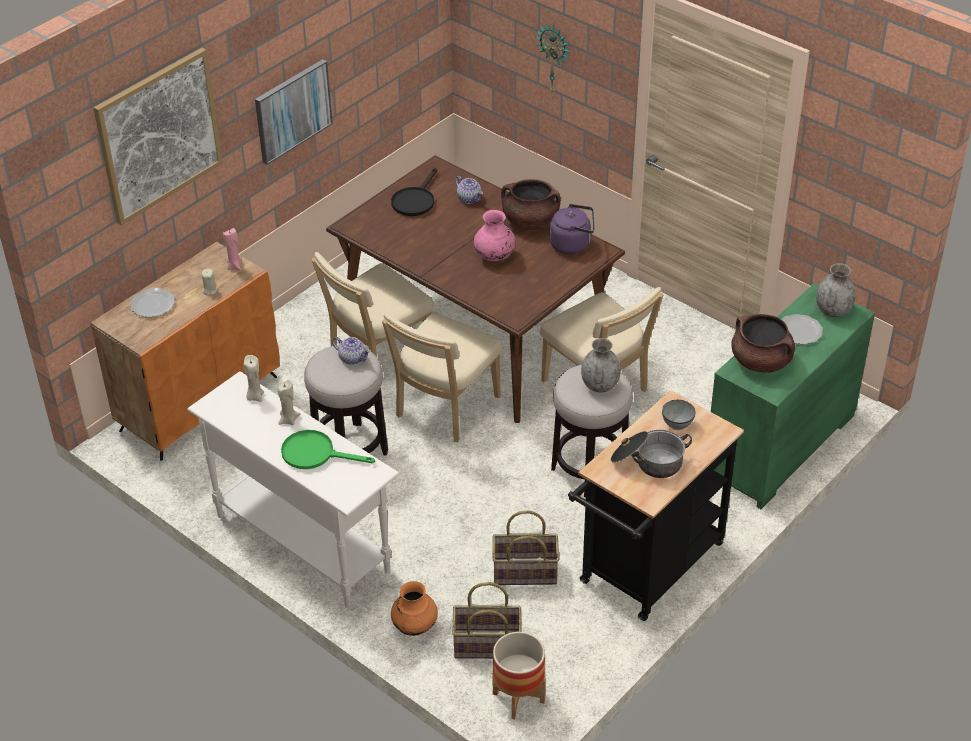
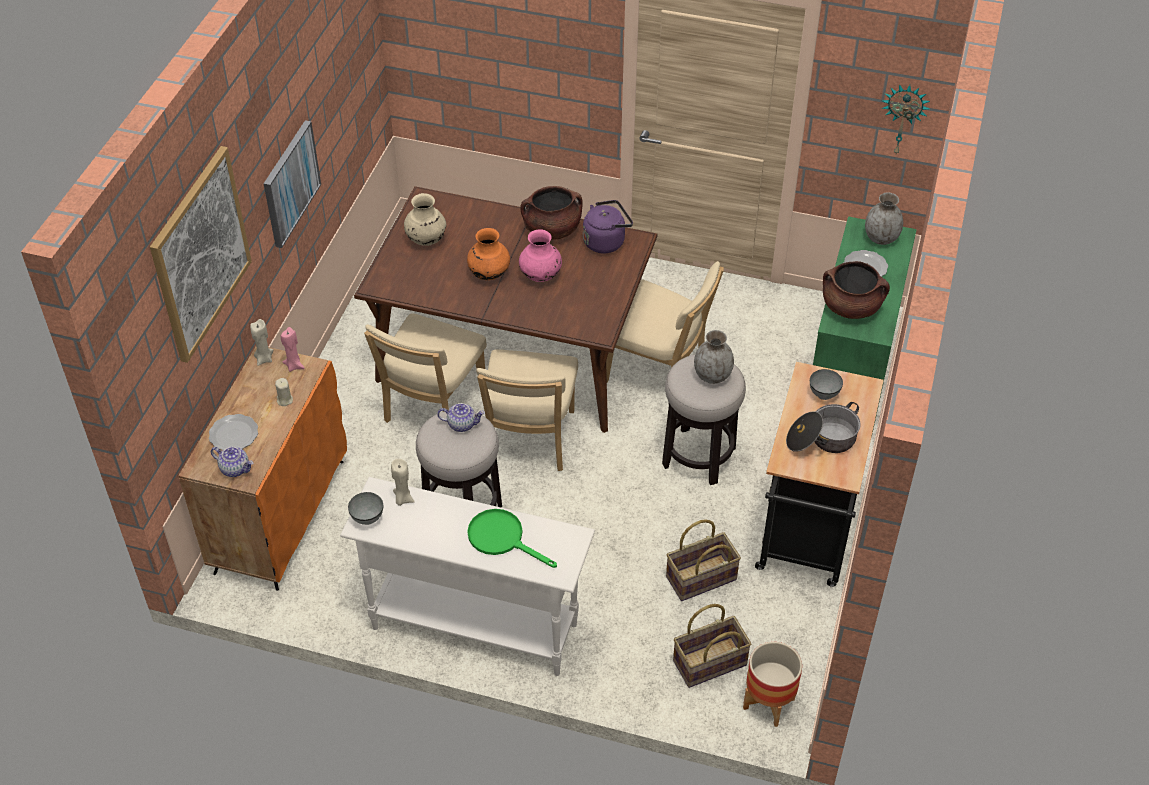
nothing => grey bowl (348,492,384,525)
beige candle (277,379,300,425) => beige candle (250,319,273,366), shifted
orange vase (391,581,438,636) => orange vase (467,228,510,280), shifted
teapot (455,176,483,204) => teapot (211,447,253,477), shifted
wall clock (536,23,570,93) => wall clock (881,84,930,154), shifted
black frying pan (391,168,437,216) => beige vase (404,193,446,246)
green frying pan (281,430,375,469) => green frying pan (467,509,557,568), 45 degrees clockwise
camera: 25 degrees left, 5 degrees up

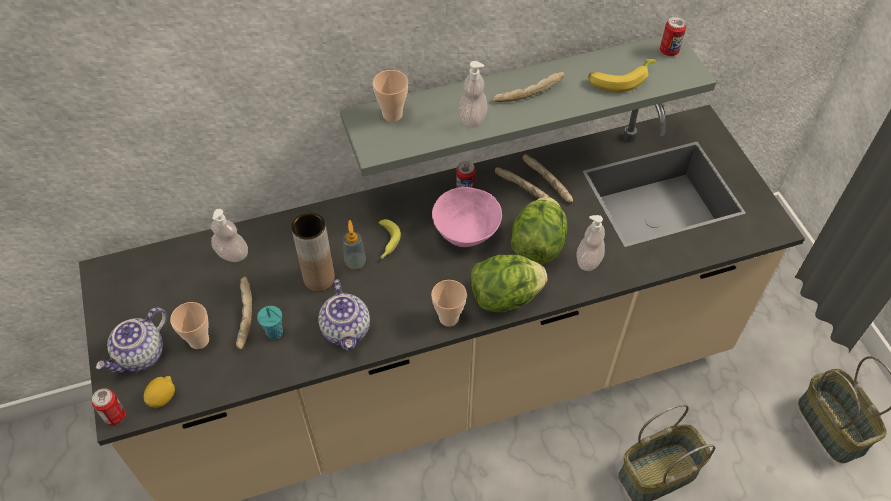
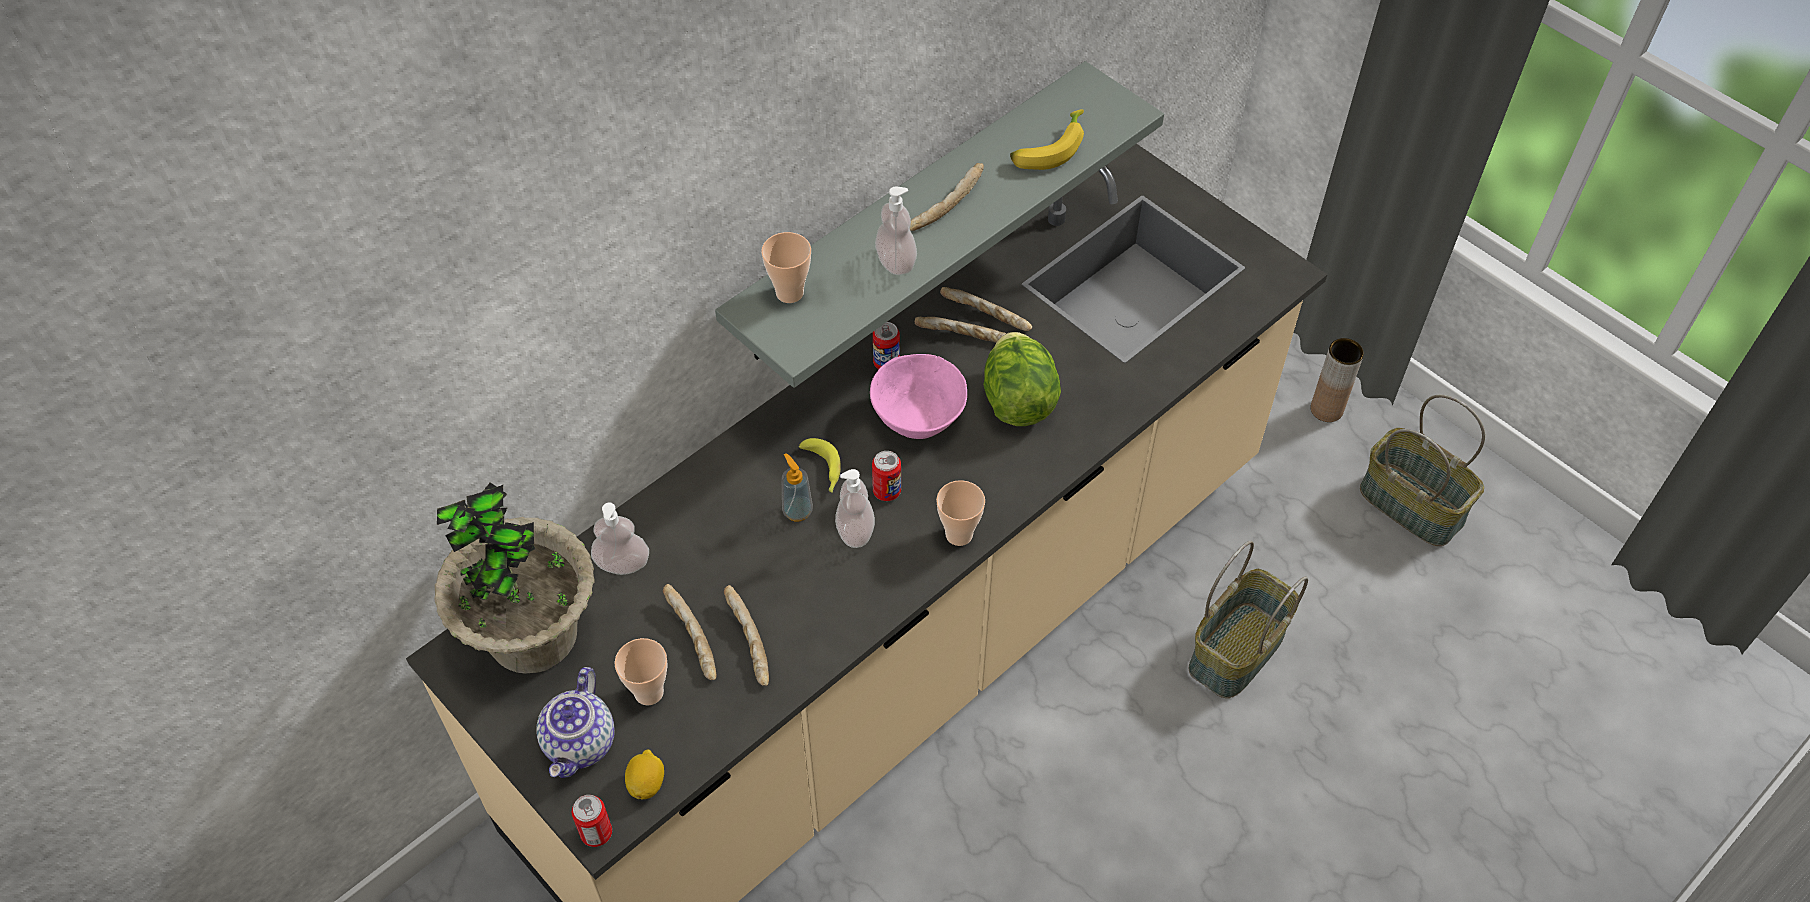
teapot (318,279,370,351) => nothing
lettuce (471,255,547,312) => nothing
nothing => potted plant (434,482,595,674)
brown vase (291,212,335,292) => brown vase (1311,338,1364,422), shifted
soap dispenser (577,215,605,271) => soap dispenser (835,469,875,548), shifted
can (660,17,686,56) => can (872,451,901,501), shifted
turquoise cup (257,306,283,340) => bread (724,585,769,686)
camera: 25 degrees left, 0 degrees up

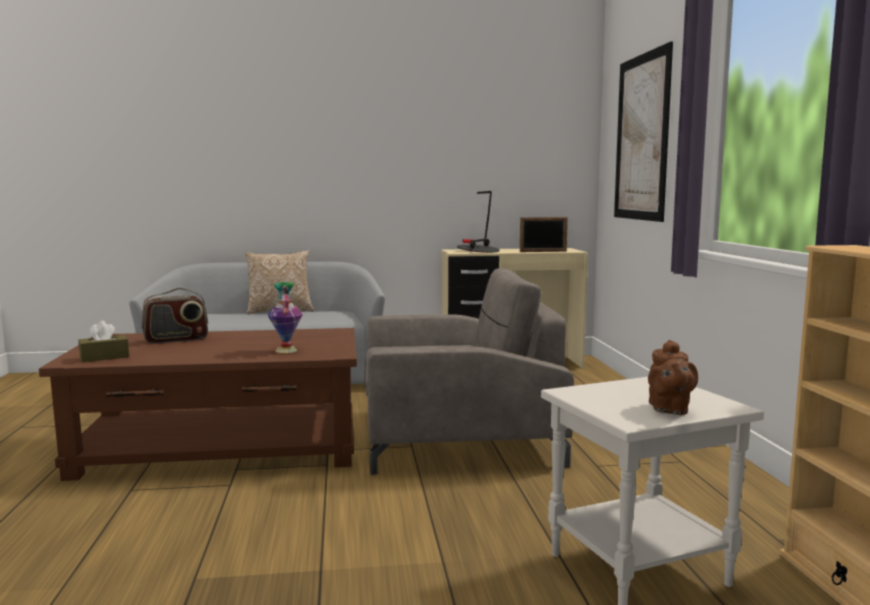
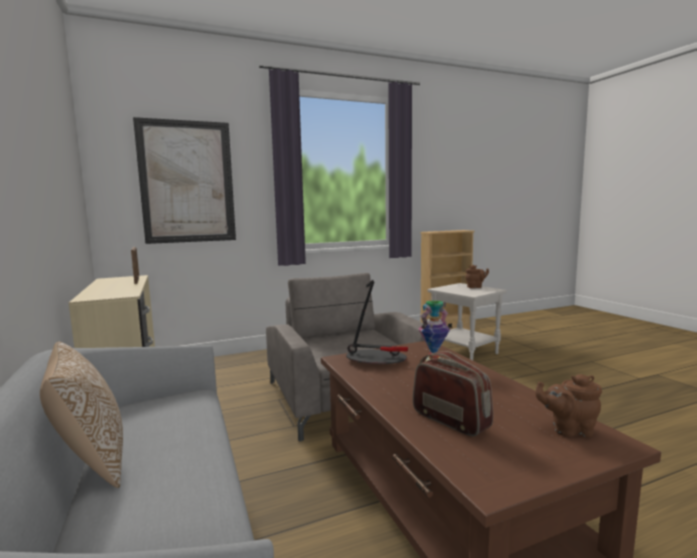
table lamp (457,191,500,253) => table lamp (346,280,408,364), shifted
brown tissue box (78,321,129,362) => brown teapot (535,374,602,437)
camera: 105 degrees left, 0 degrees up

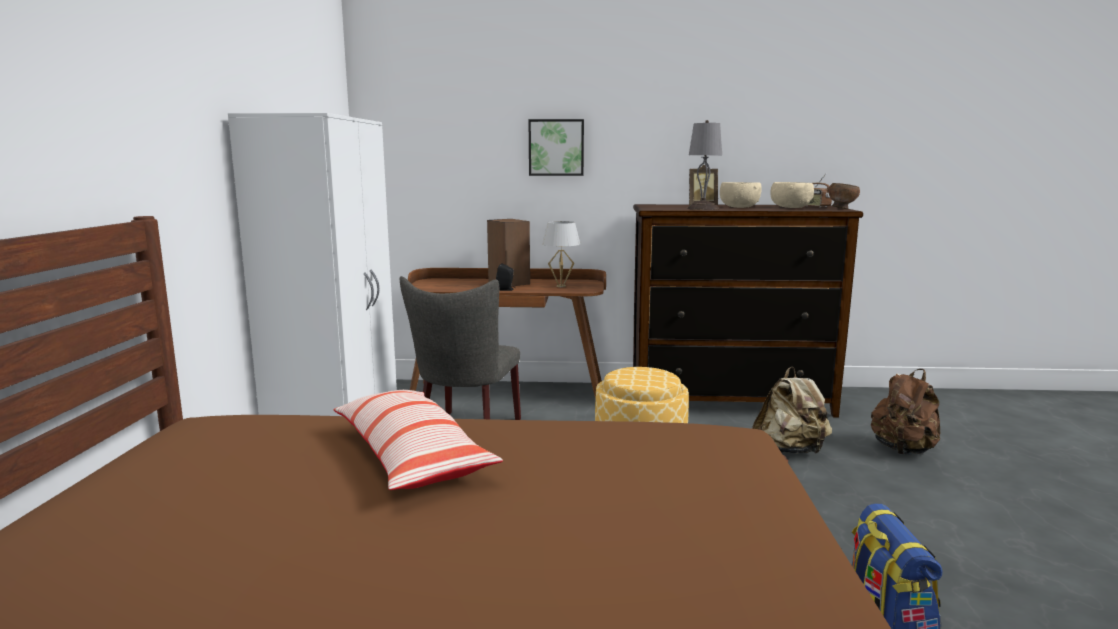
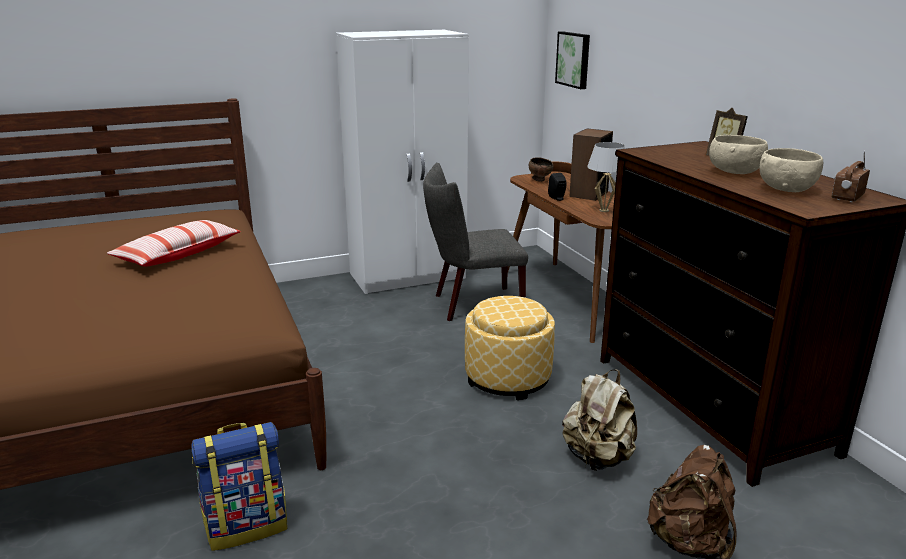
grey table lamp (687,120,722,210) => nothing
picture (529,119,584,176) => picture (555,31,590,89), shifted
brown bowl (828,183,860,209) => brown bowl (529,157,554,182), shifted
camera: 65 degrees right, 10 degrees up

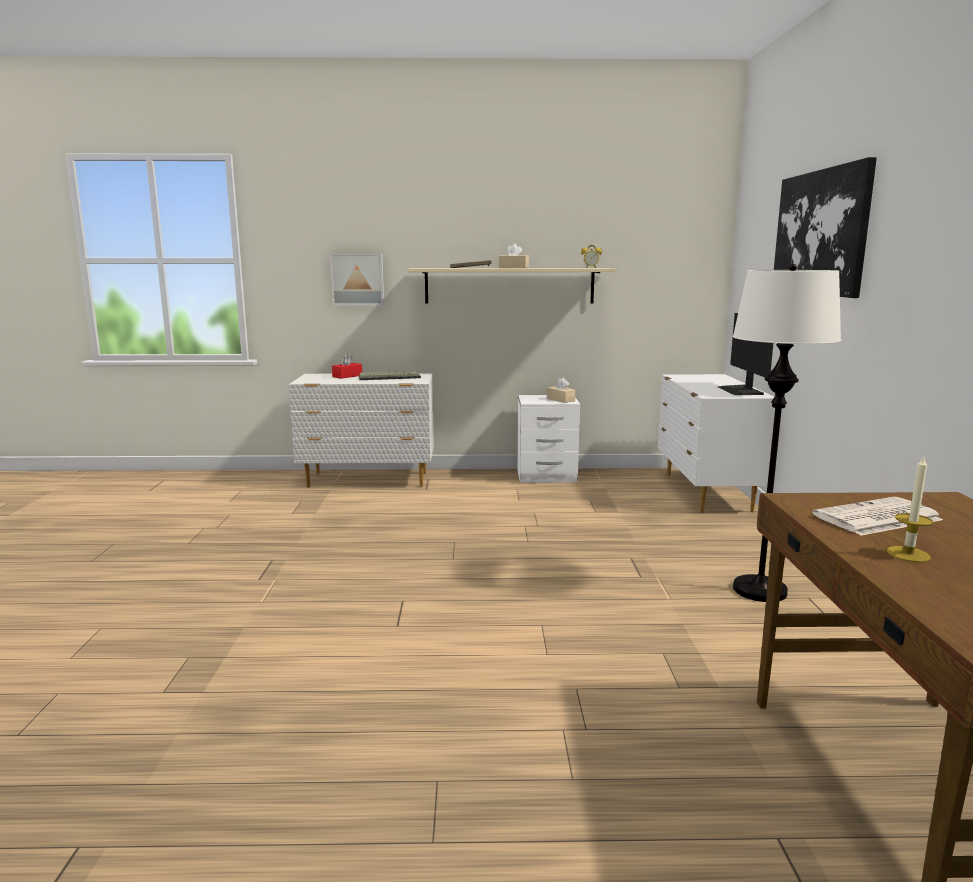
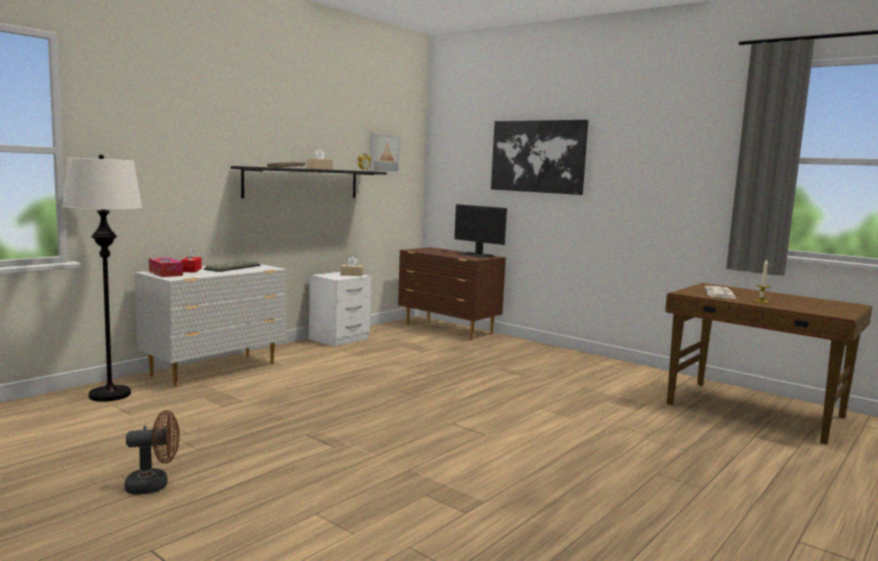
nothing => brown fan (125,410,180,495)
nothing => tissue box (149,257,183,277)
picture (330,253,384,306) => picture (370,133,401,173), shifted
white floor lamp (733,264,841,602) => white floor lamp (62,154,142,402), shifted
beige shelf (408,268,616,304) => black shelf (231,166,386,198)
white dresser (657,374,775,513) => brown dresser (398,247,506,340)
camera: 50 degrees left, 5 degrees down

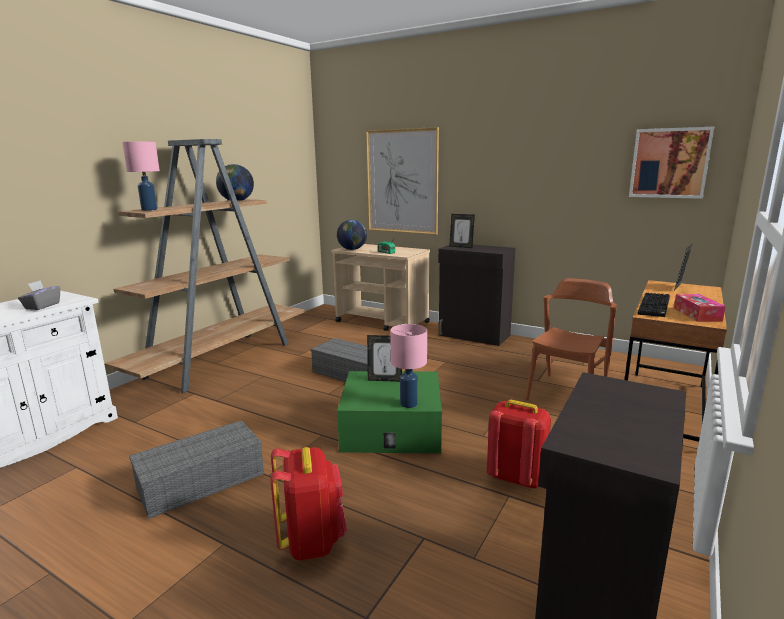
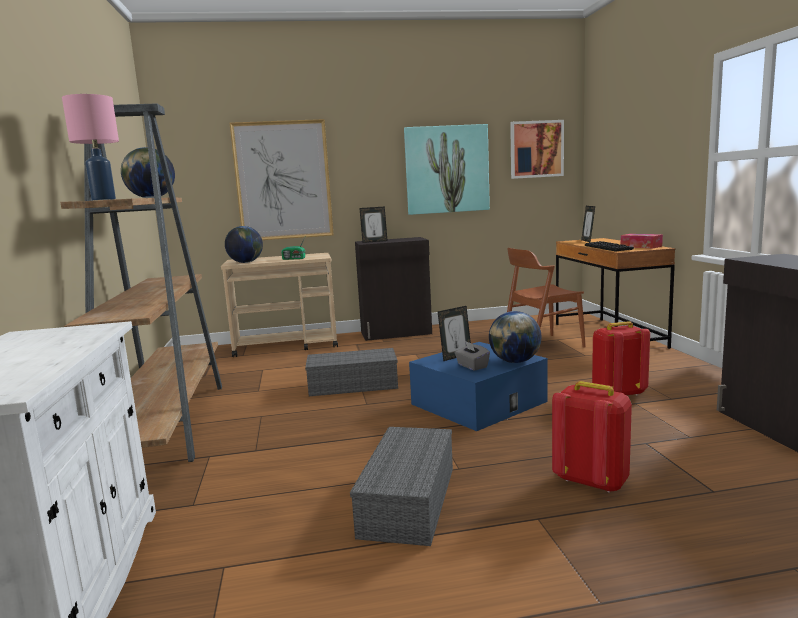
nothing => picture (404,124,490,215)
grey tissue box (18,280,60,310) => grey tissue box (455,341,490,371), shifted
pink table lamp (390,324,427,408) => globe (489,311,542,363)
green storage box (337,371,442,454) => blue storage box (409,342,547,431)
brown chair (526,278,617,400) => brown chair (507,248,586,348), 105 degrees counterclockwise
camera: 40 degrees left, 5 degrees down

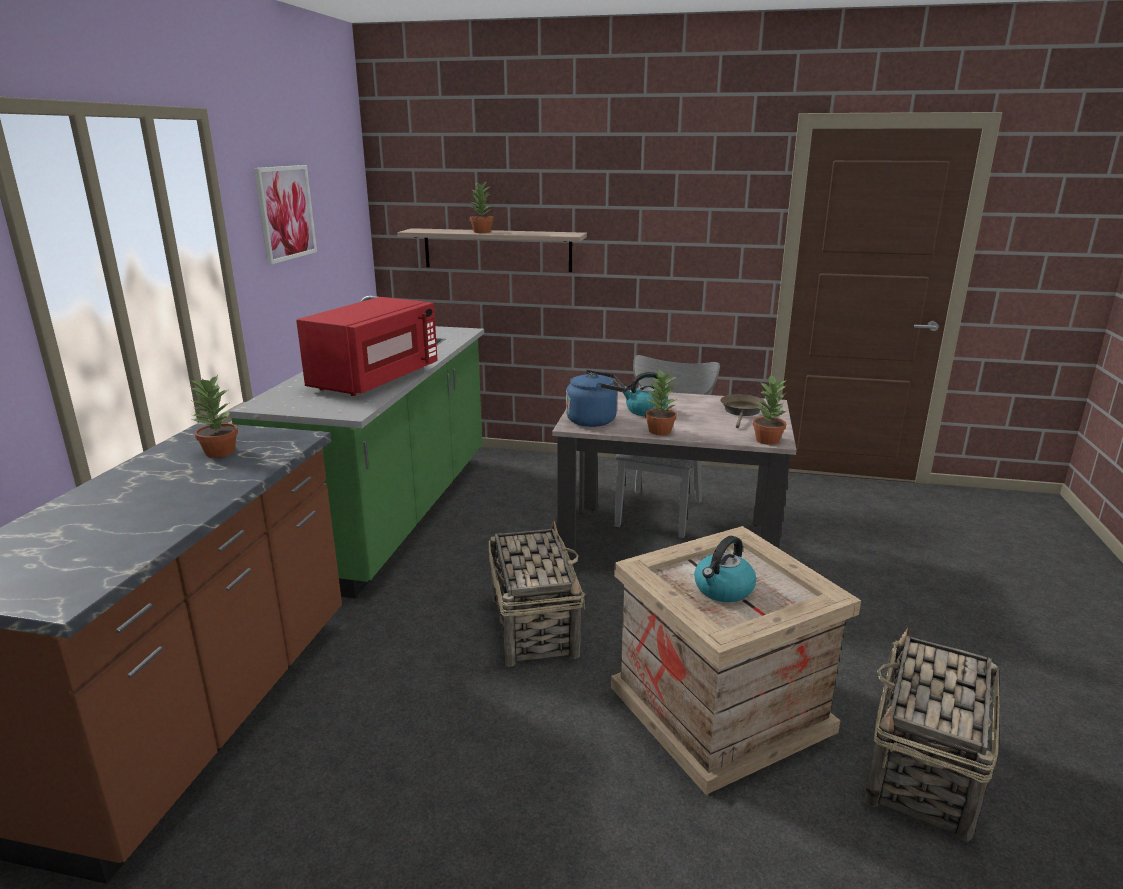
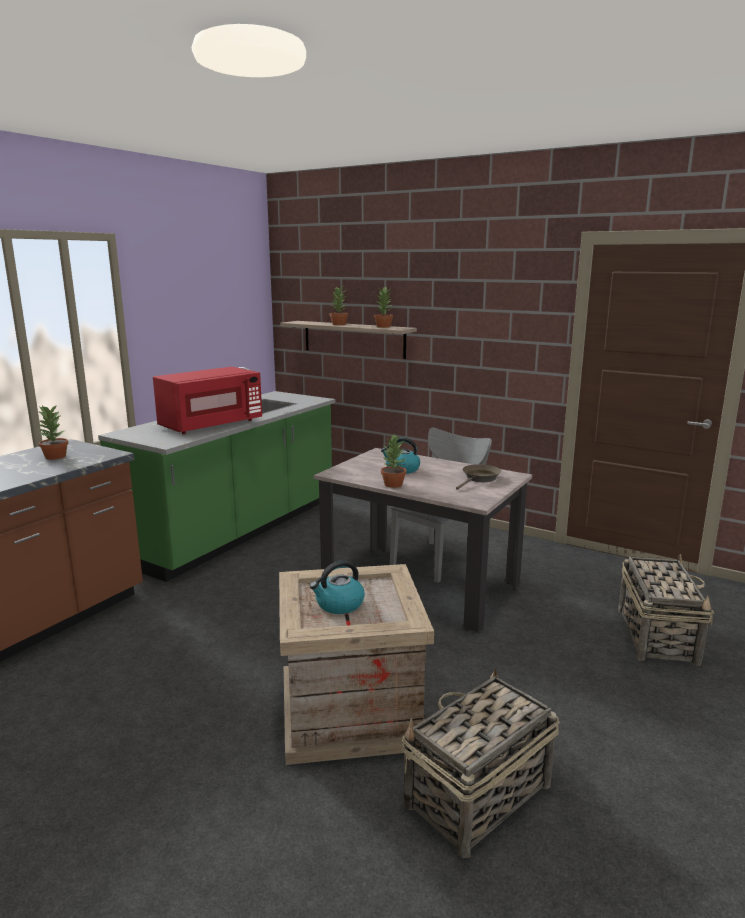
picture (254,165,317,264) => nothing
blue kettle (566,370,625,427) => nothing
basket (489,521,585,667) => basket (618,554,714,666), shifted
potted plant (753,374,787,445) => potted plant (374,286,393,328), shifted
camera: 20 degrees right, 5 degrees down

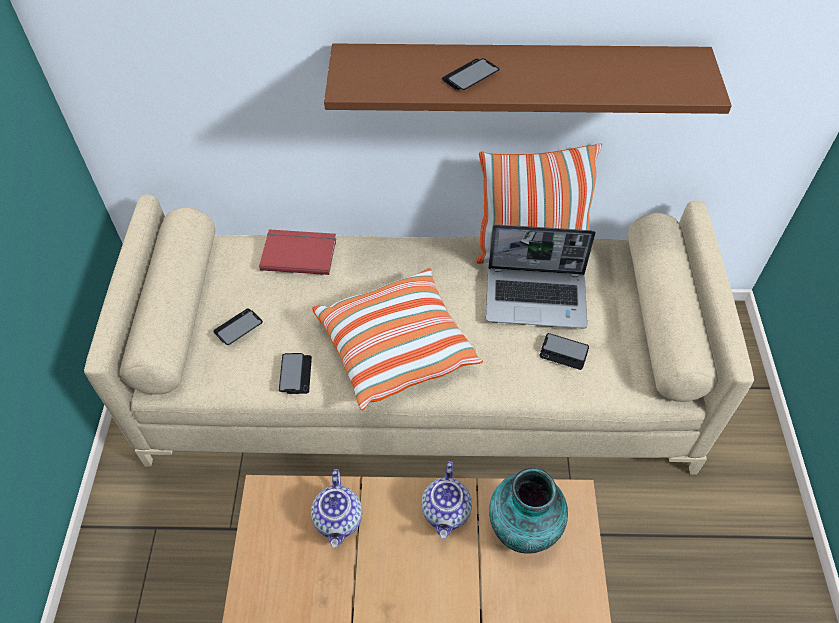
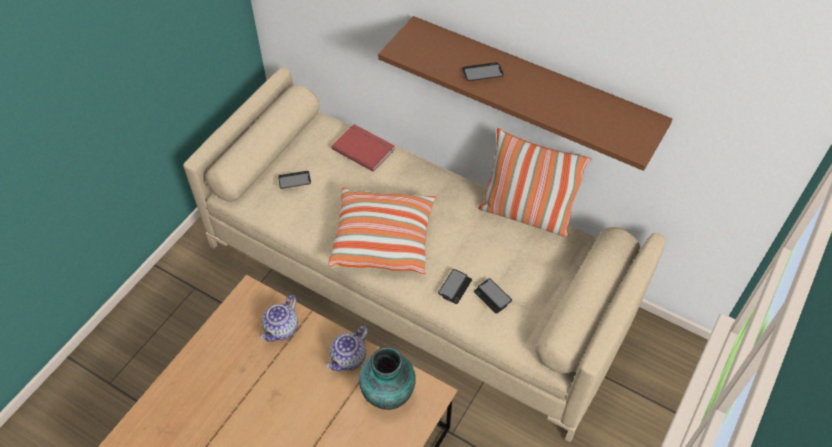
laptop (486,224,596,329) => nothing
phone (279,353,312,394) => phone (438,269,472,304), shifted
camera: 30 degrees right, 0 degrees up

